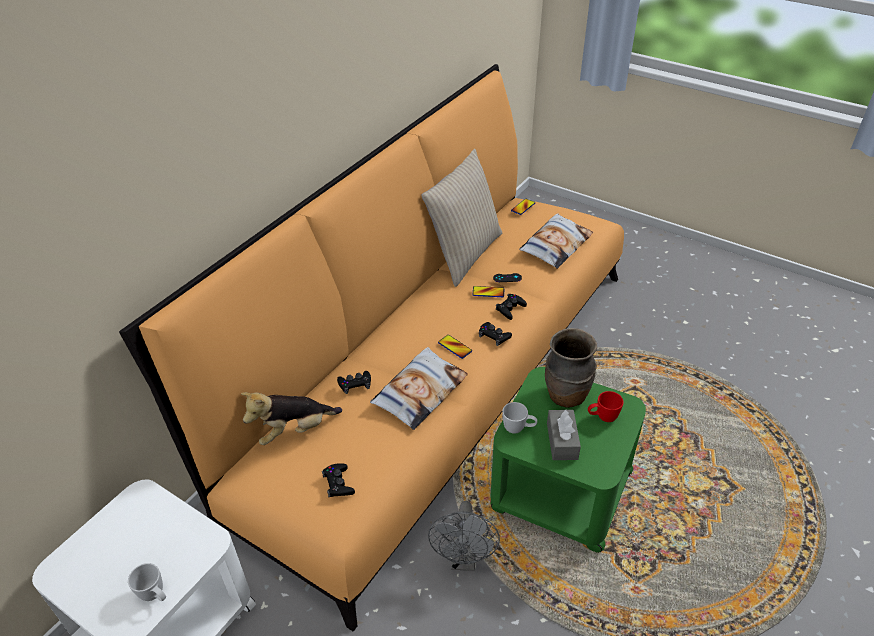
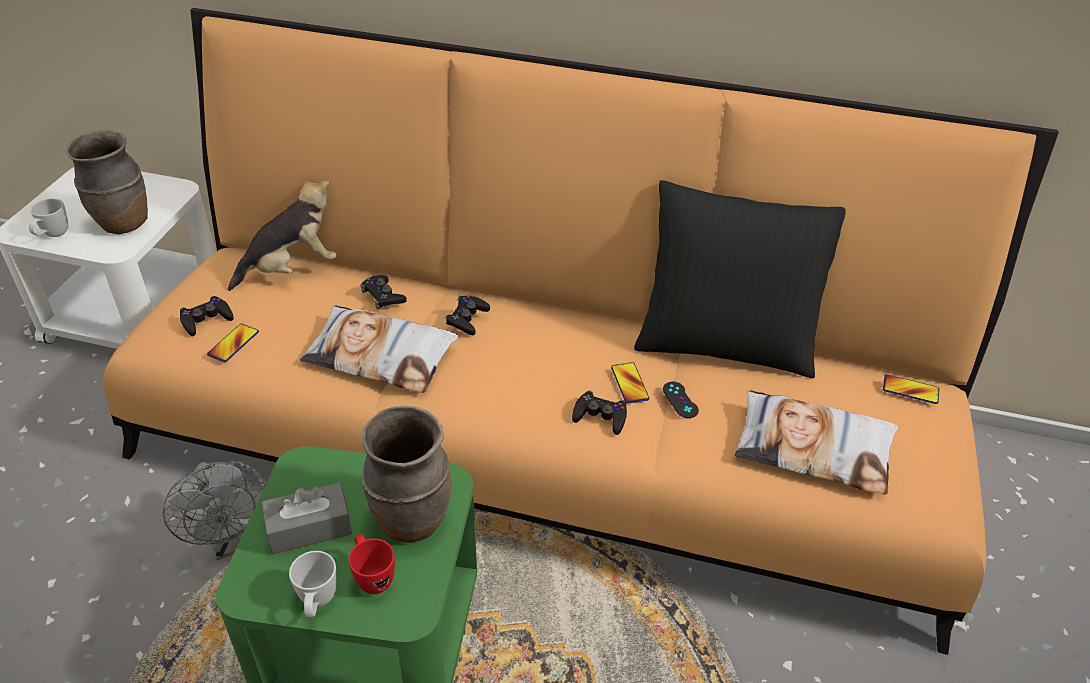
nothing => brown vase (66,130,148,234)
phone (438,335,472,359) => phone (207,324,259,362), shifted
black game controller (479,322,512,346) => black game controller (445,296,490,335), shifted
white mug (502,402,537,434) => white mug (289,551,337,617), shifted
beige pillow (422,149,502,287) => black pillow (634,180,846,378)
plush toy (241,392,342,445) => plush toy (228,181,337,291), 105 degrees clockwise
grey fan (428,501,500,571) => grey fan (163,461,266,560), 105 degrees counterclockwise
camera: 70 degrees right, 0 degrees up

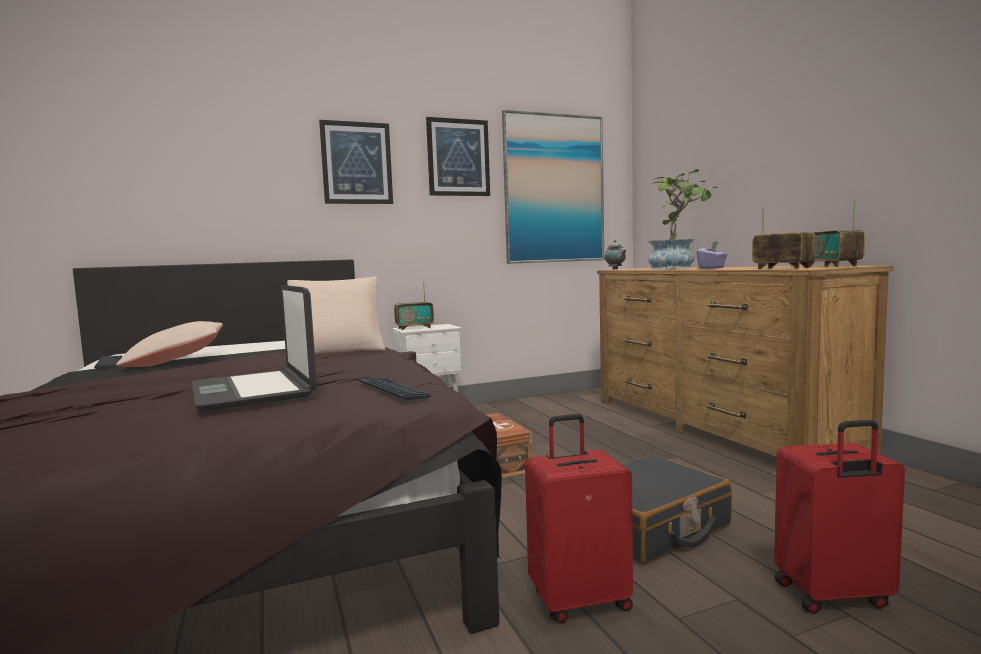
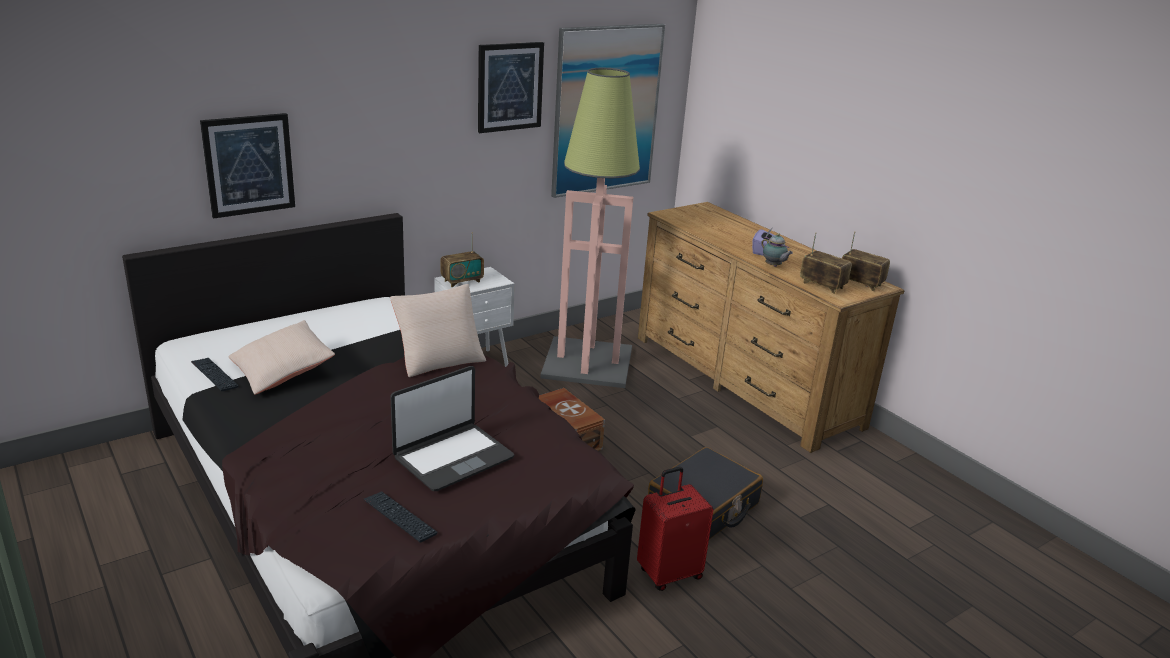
potted plant (648,169,718,269) => nothing
red suitcase (774,420,905,614) => nothing
nothing => floor lamp (540,67,640,388)
picture (319,120,393,204) => picture (200,113,295,219), shifted
keyboard (357,376,431,400) => keyboard (364,491,438,542), shifted
teapot (605,240,627,269) => teapot (761,233,793,267), shifted
laptop (192,285,317,411) => laptop (390,366,514,491), 90 degrees counterclockwise
radio (809,200,865,267) => radio (842,231,890,291), 150 degrees clockwise
camera: 15 degrees left, 20 degrees up

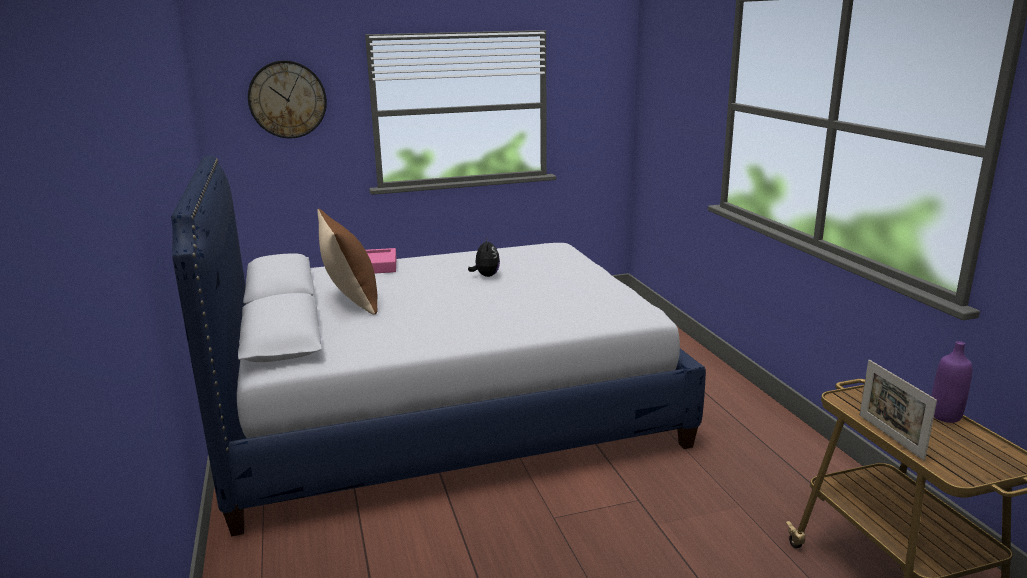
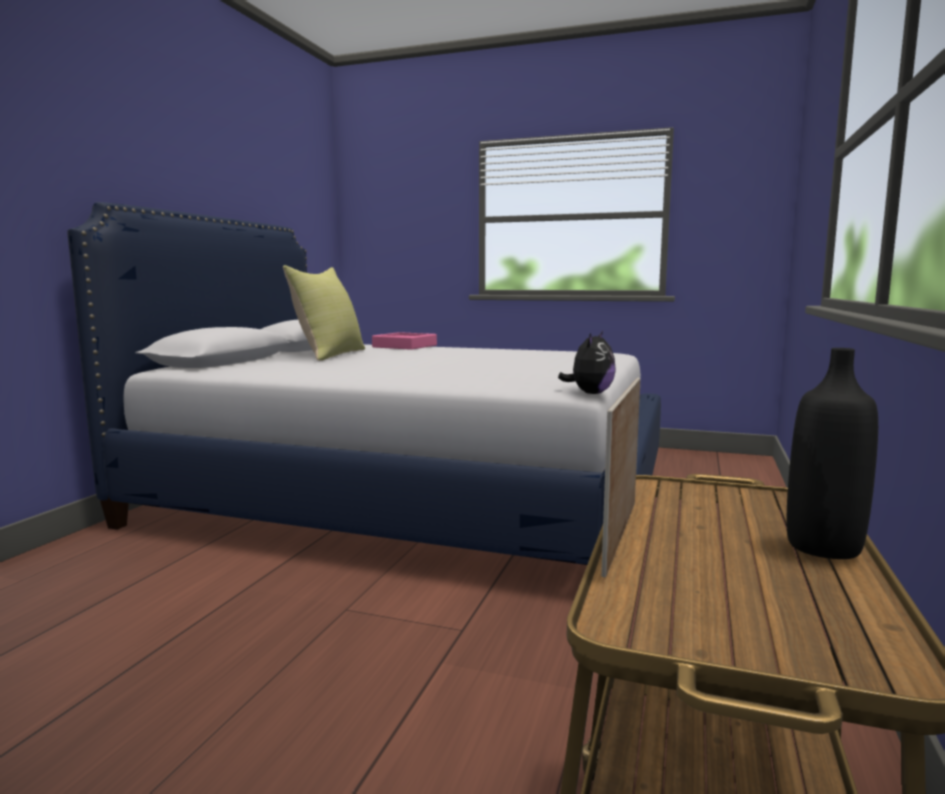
wall clock (248,60,327,138) => nothing
plush toy (468,238,500,277) => plush toy (558,331,616,394), shifted
brown pillow (318,209,377,315) => yellow pillow (283,265,365,361)
purple bottle (932,341,972,423) => black bottle (786,348,878,559)
camera: 35 degrees right, 10 degrees down

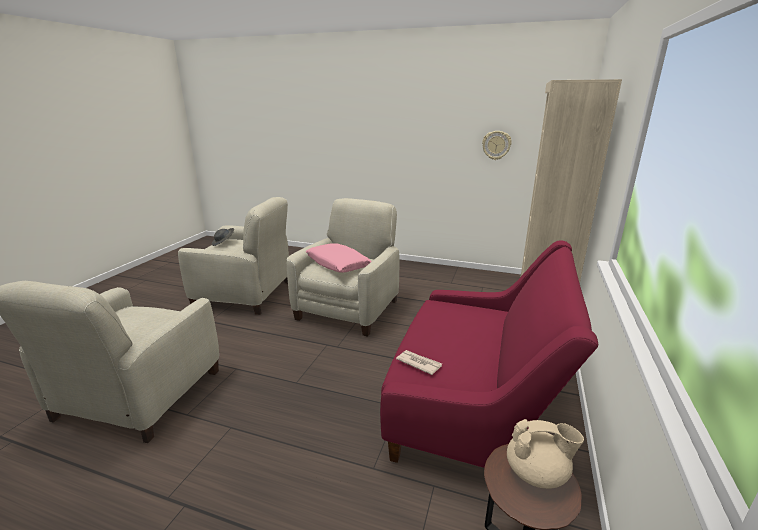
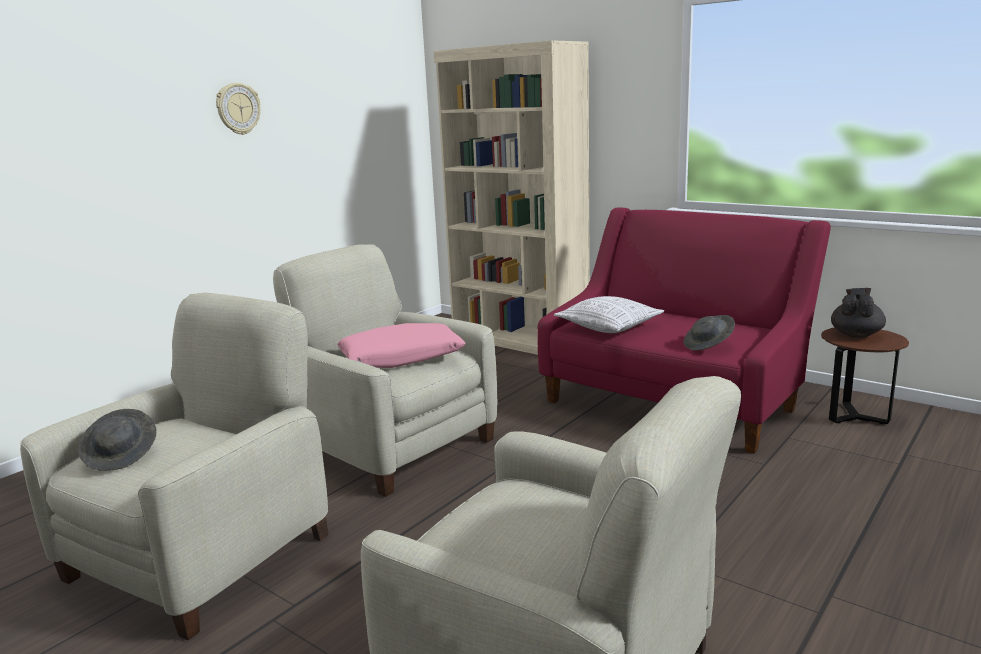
nothing => pillow (554,296,664,333)
wall clock (482,131,512,160) => wall clock (216,83,261,135), shifted
newspaper (396,350,442,375) => grey hat (684,315,735,351)
beige teapot (507,419,584,489) => black teapot (831,288,886,338)
camera: 70 degrees left, 5 degrees down

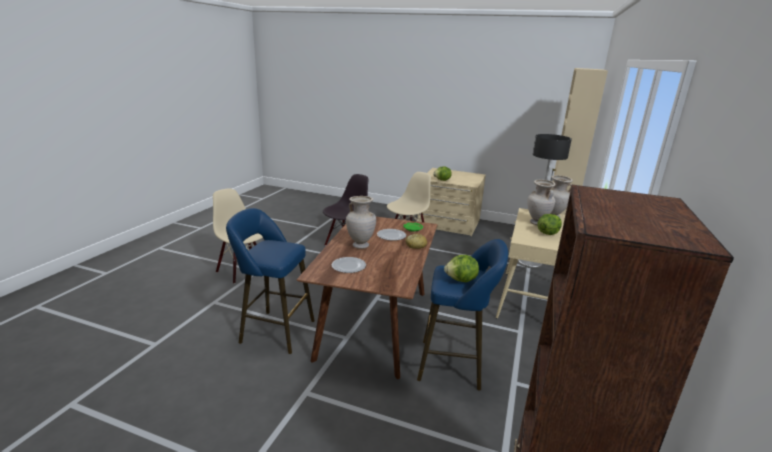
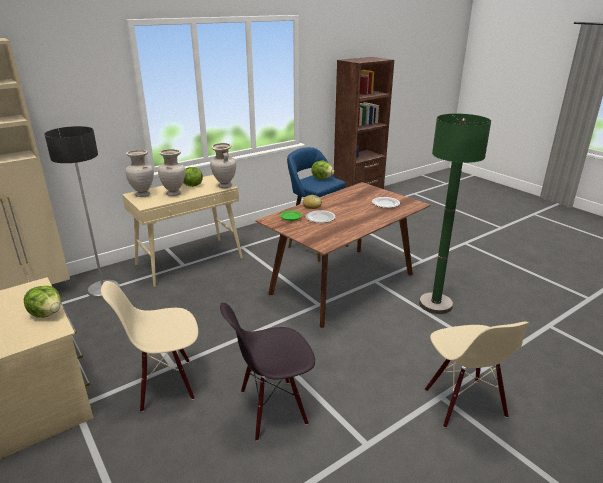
beige vase (346,196,376,249) => beige vase (210,143,236,188), shifted
blue stool (226,208,315,354) => green floor lamp (419,114,491,314)
camera: 145 degrees left, 5 degrees up

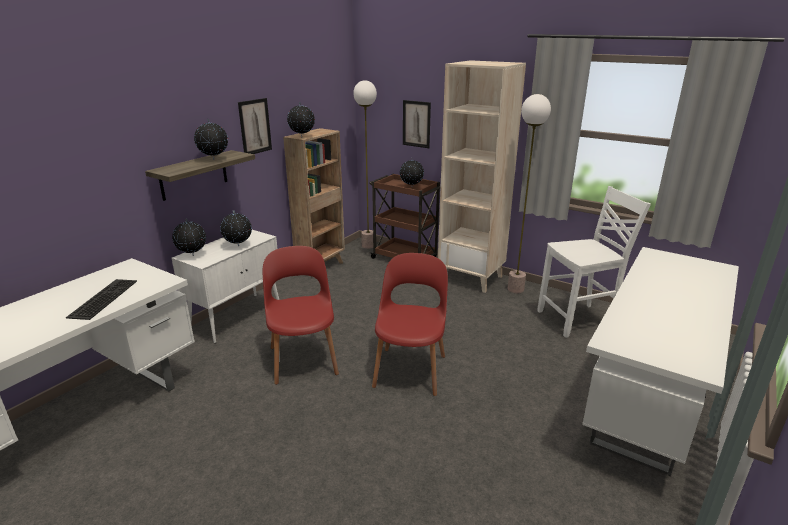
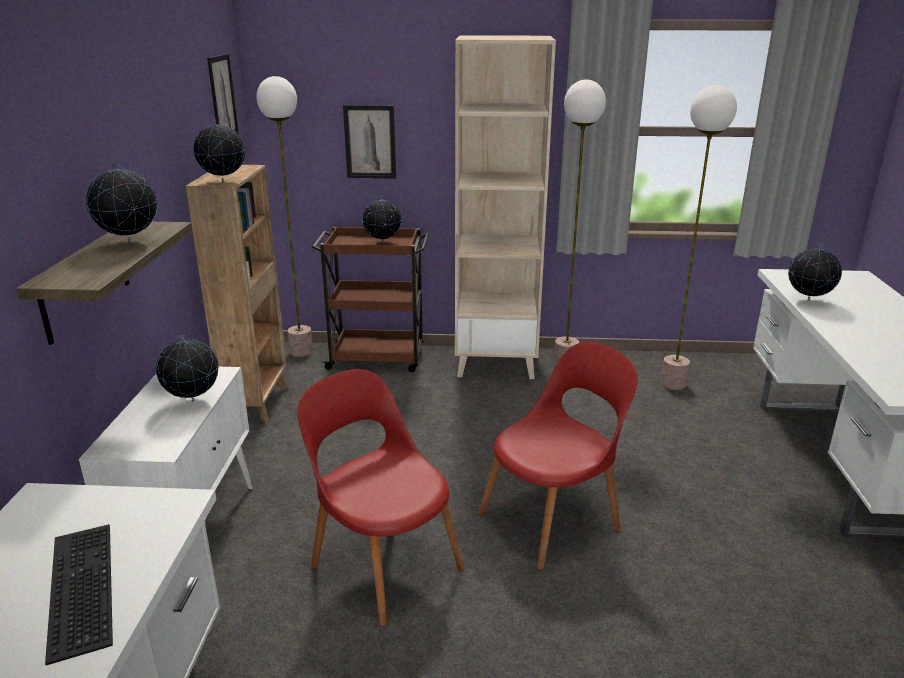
globe (172,218,206,256) => globe (788,243,842,301), shifted
picture (238,98,272,154) => picture (207,54,239,134), shifted
white chair (537,186,651,338) => floor lamp (661,85,737,390)
red chair (372,253,448,396) => red chair (478,341,638,570), 75 degrees clockwise
camera: 30 degrees left, 0 degrees up

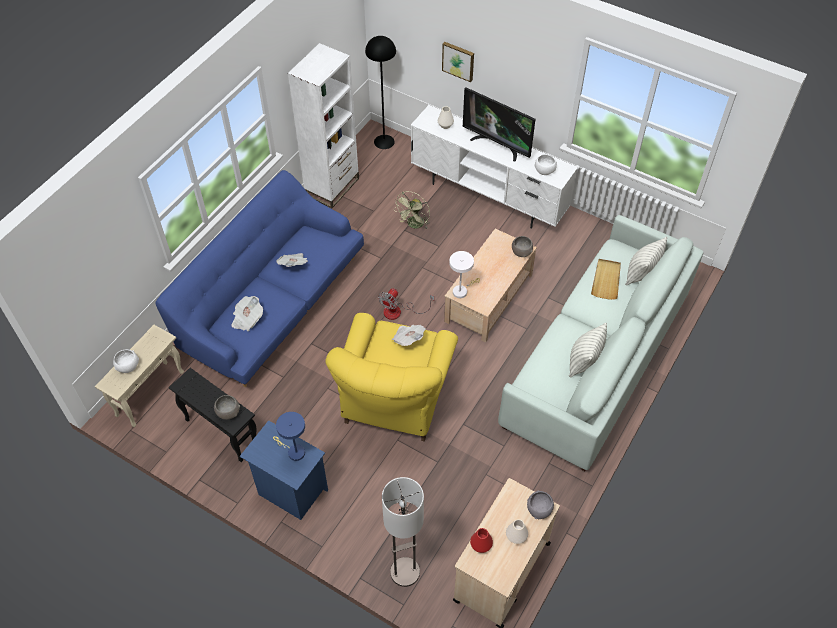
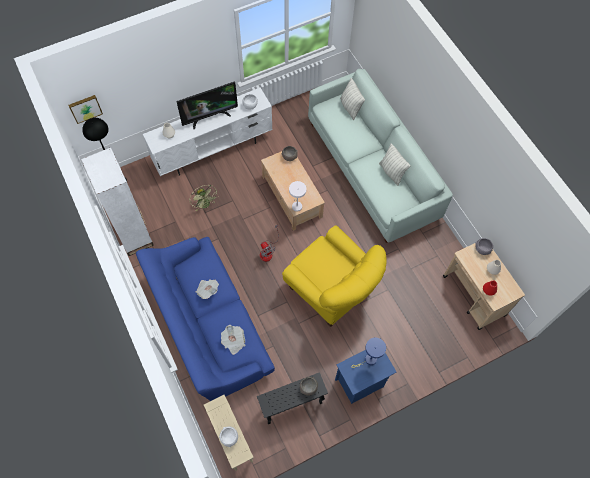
floor lamp (382,477,424,587) => nothing
newspaper (392,325,426,346) => nothing
beige tray (591,259,621,300) => nothing
picture (442,42,474,82) => picture (69,95,103,124), shifted
camera: 60 degrees left, 10 degrees up

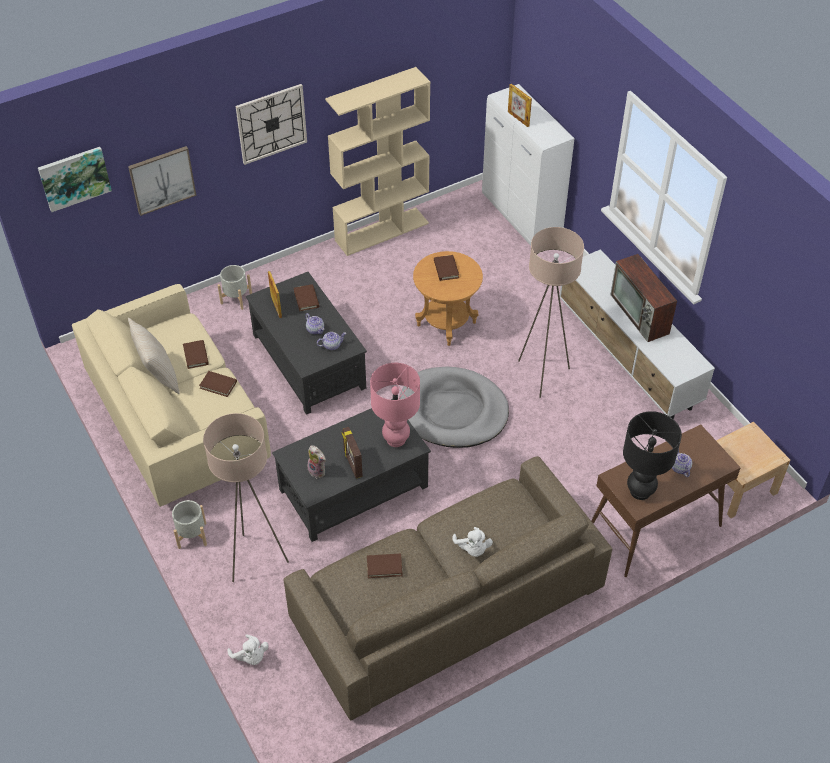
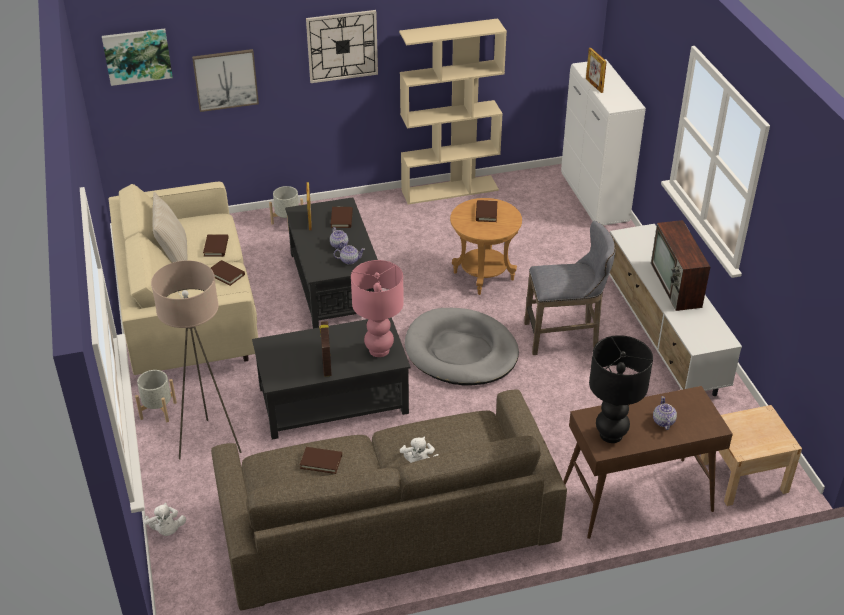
plush toy (308,445,326,479) => nothing
beige floor lamp (518,227,584,398) => grey stool (524,221,615,355)
camera: 15 degrees right, 10 degrees down

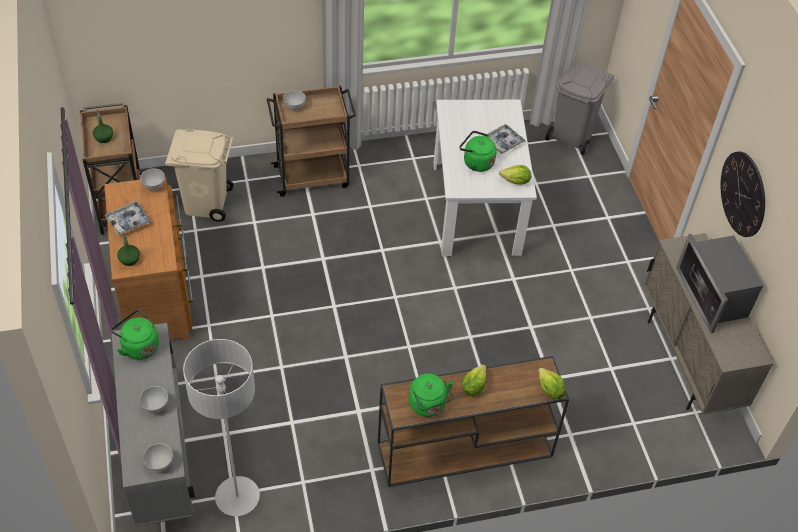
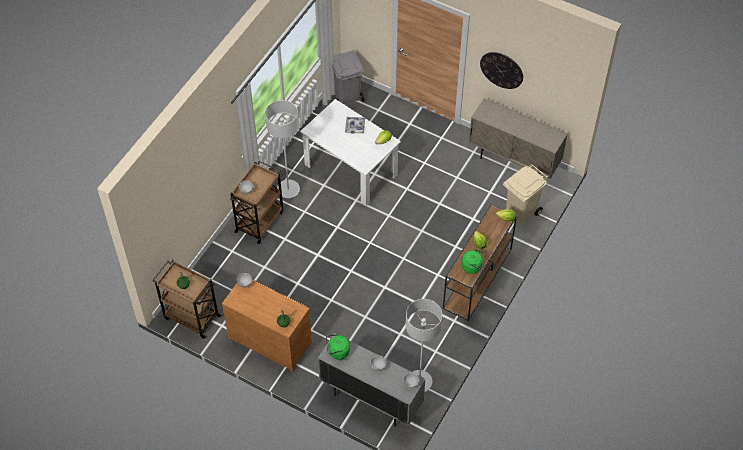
tray (105,201,151,236) => nothing
green kettle (460,131,497,172) => nothing
microwave (676,234,763,333) => nothing
nothing => grey floor lamp (265,100,300,198)
beige trash can (165,129,234,222) => beige trash can (503,164,548,224), shifted
camera: 45 degrees left, 5 degrees up

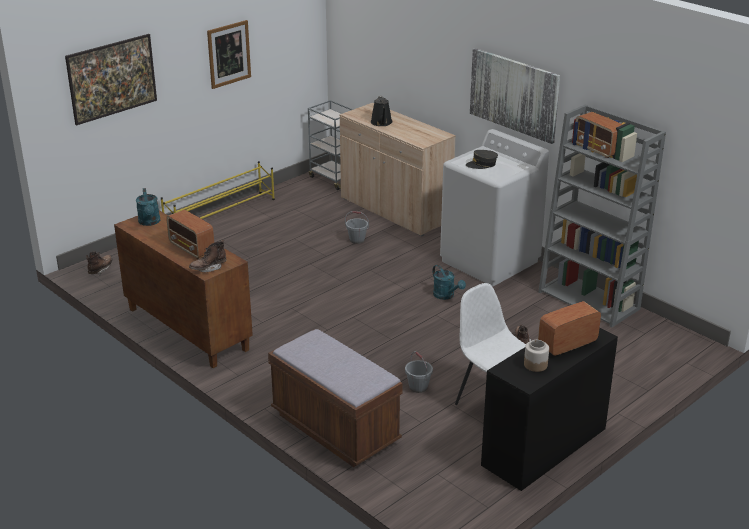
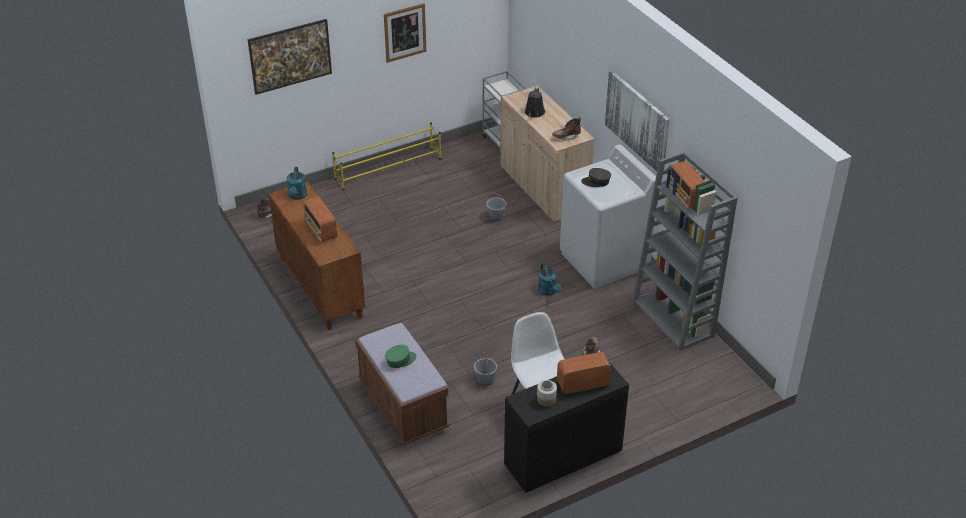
nothing => green cap (385,345,417,368)
brown boot (189,240,227,273) => brown boot (552,117,581,141), shifted
camera: 15 degrees right, 10 degrees up

